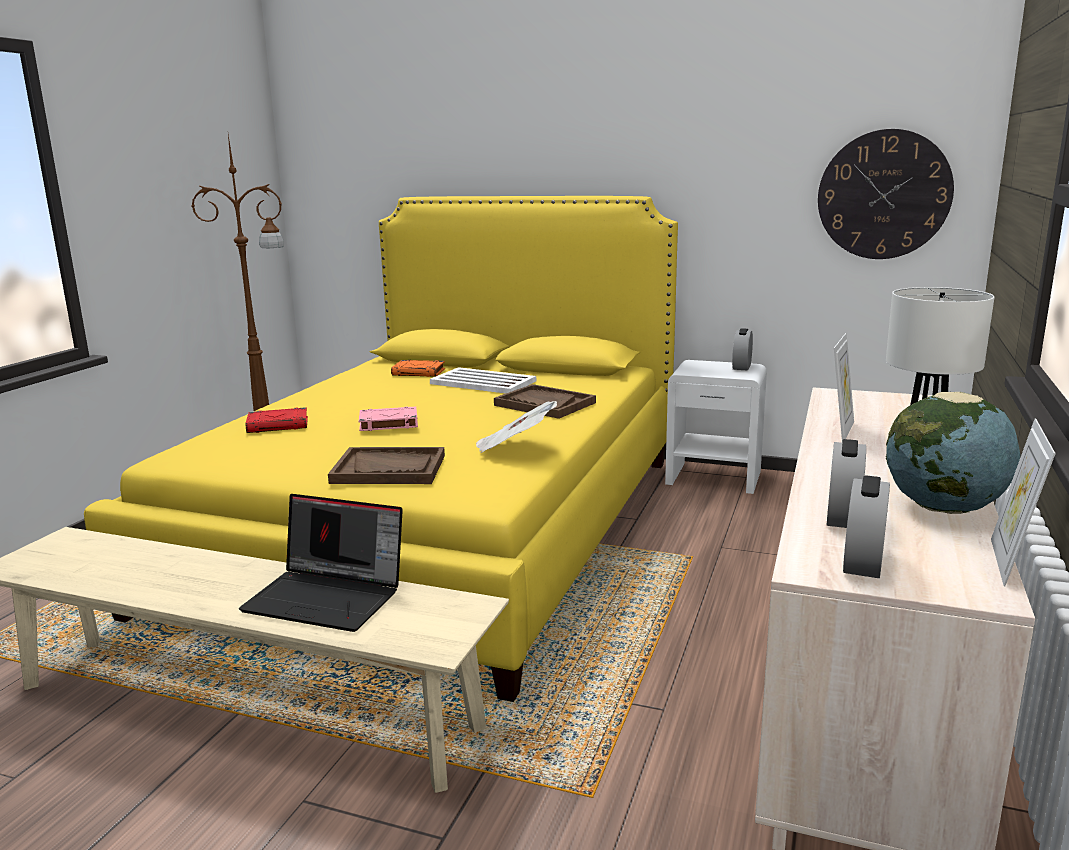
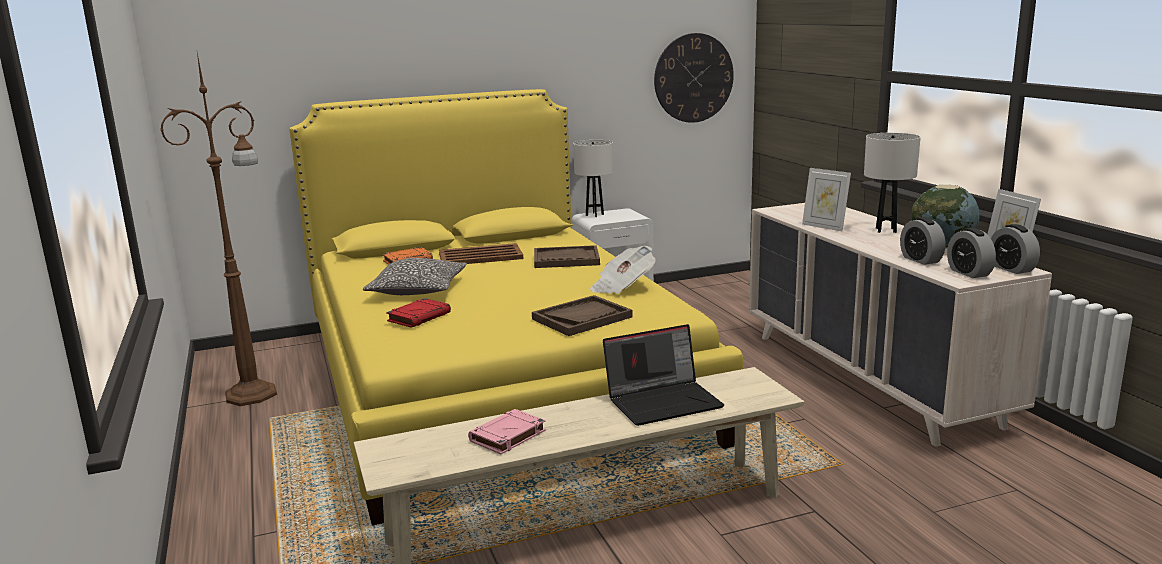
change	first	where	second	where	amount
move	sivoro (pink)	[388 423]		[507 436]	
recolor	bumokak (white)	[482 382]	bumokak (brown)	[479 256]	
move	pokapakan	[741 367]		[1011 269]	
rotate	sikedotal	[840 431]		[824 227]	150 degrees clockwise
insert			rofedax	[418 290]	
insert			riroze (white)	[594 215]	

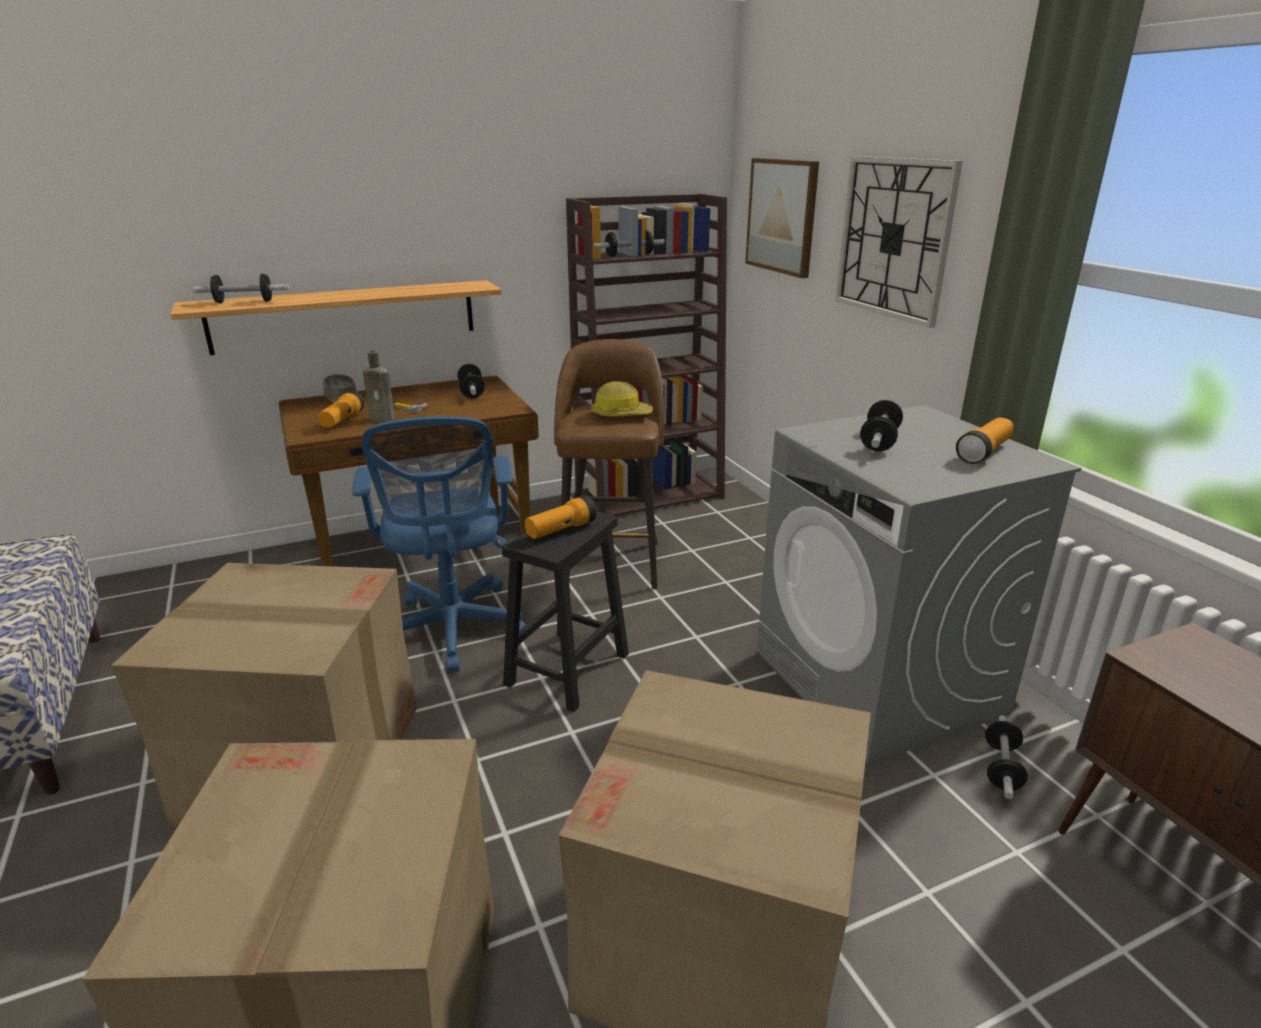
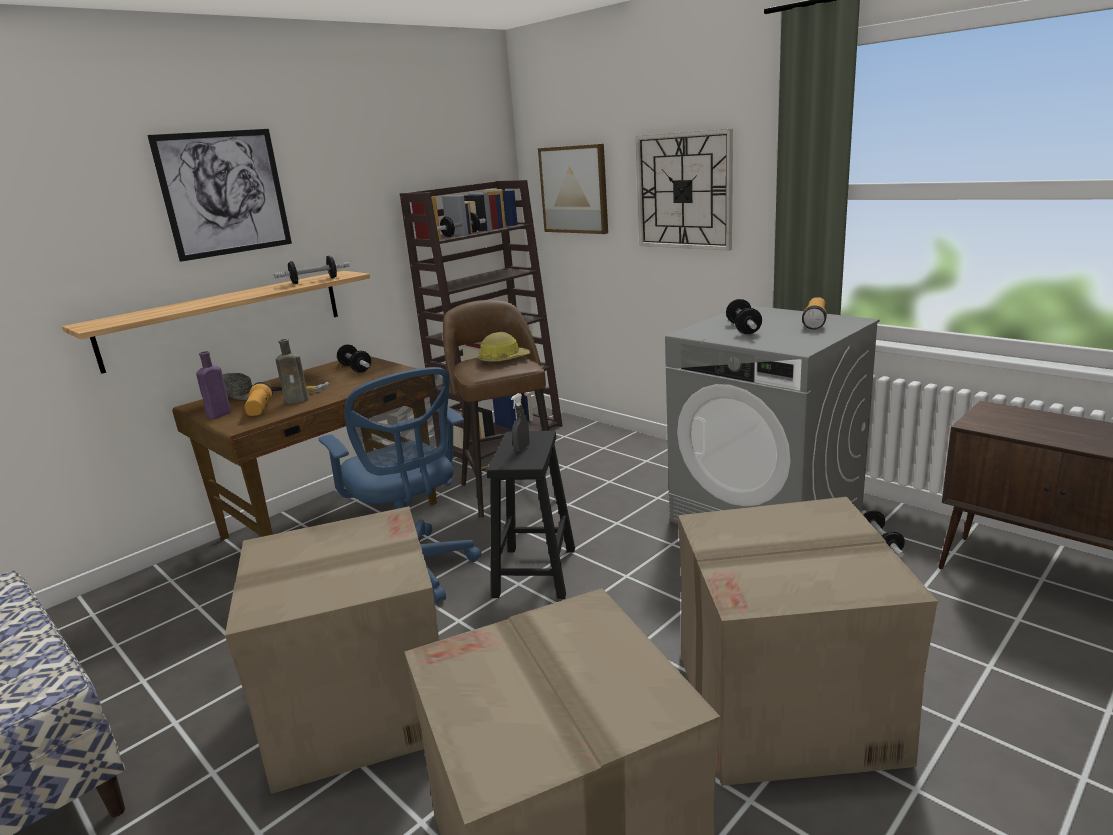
change	first	where	second	where	amount
move	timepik	[244 302]		[314 281]	
replace	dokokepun	[561 530]	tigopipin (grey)	[522 448]	
insert			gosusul	[224 193]	
insert			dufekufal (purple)	[217 415]	

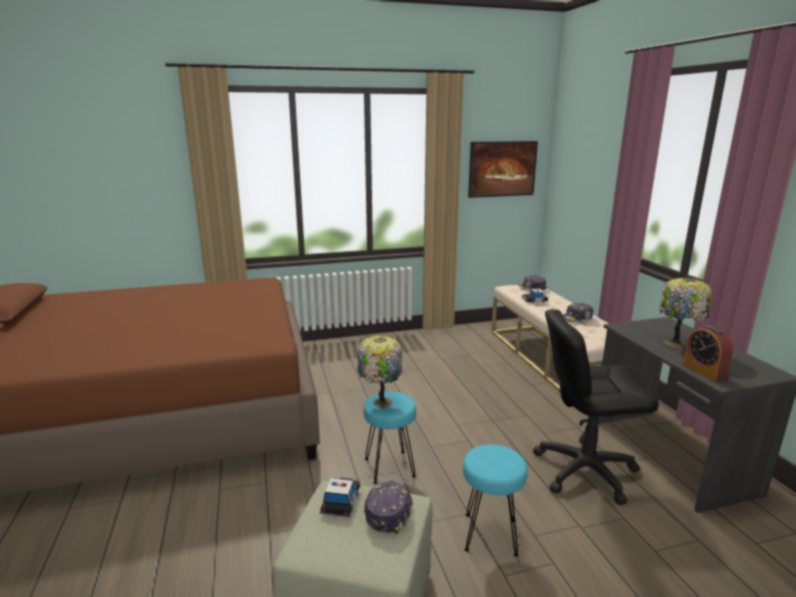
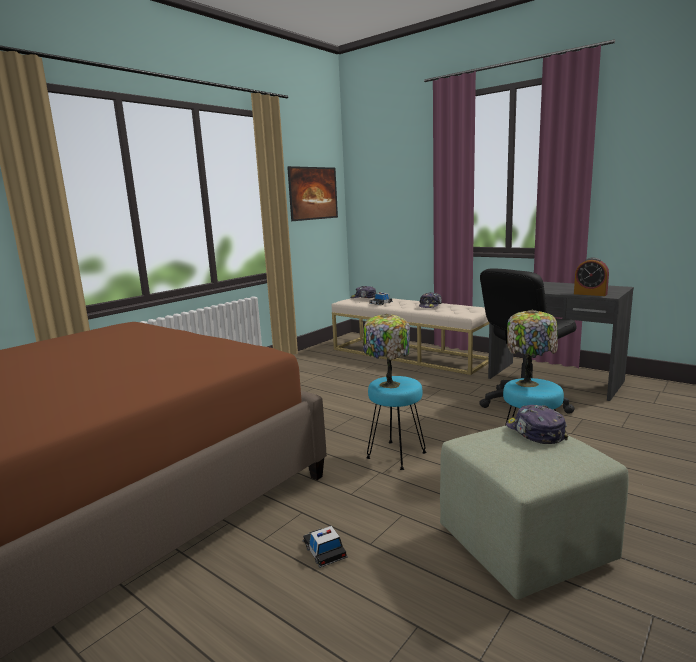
change	first	where	second	where	amount
move	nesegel	[341 501]		[324 551]	
move	riroze	[676 344]		[529 383]	

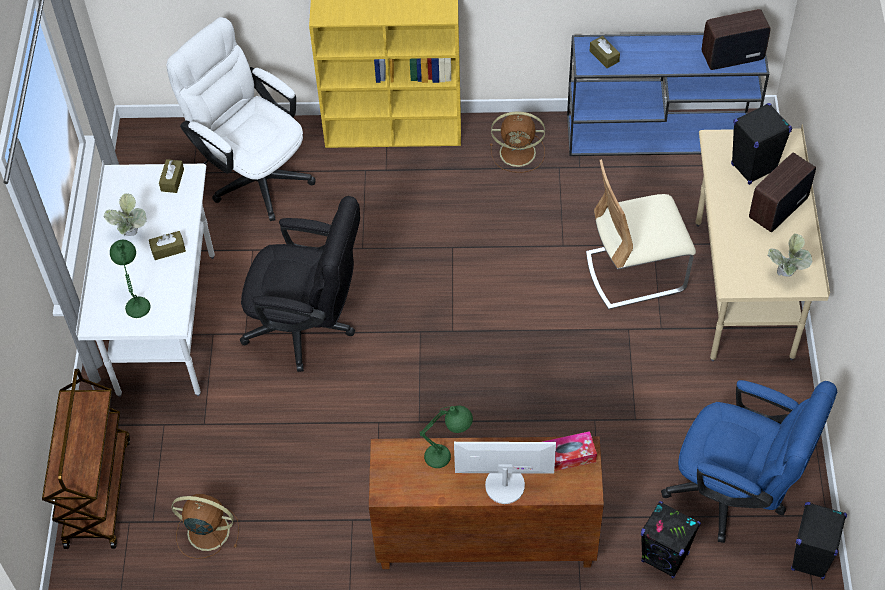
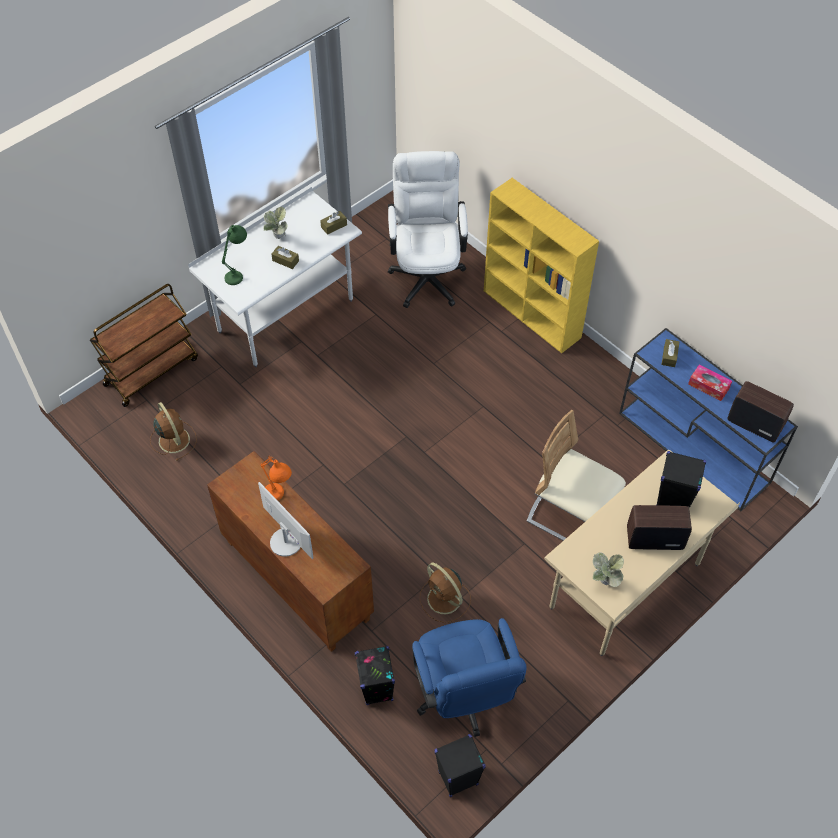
change	first	where	second	where	amount
delete	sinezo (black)	[309 327]			
recolor	riroze (green)	[449 456]	riroze (orange)	[279 498]	
move	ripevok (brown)	[519 152]		[445 600]	
move	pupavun	[568 456]		[708 386]	

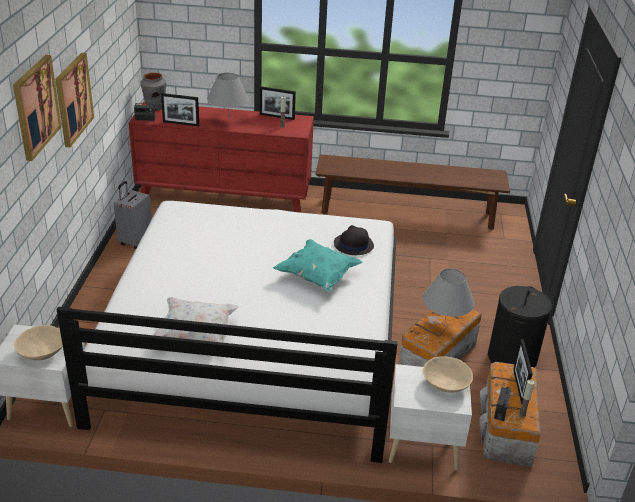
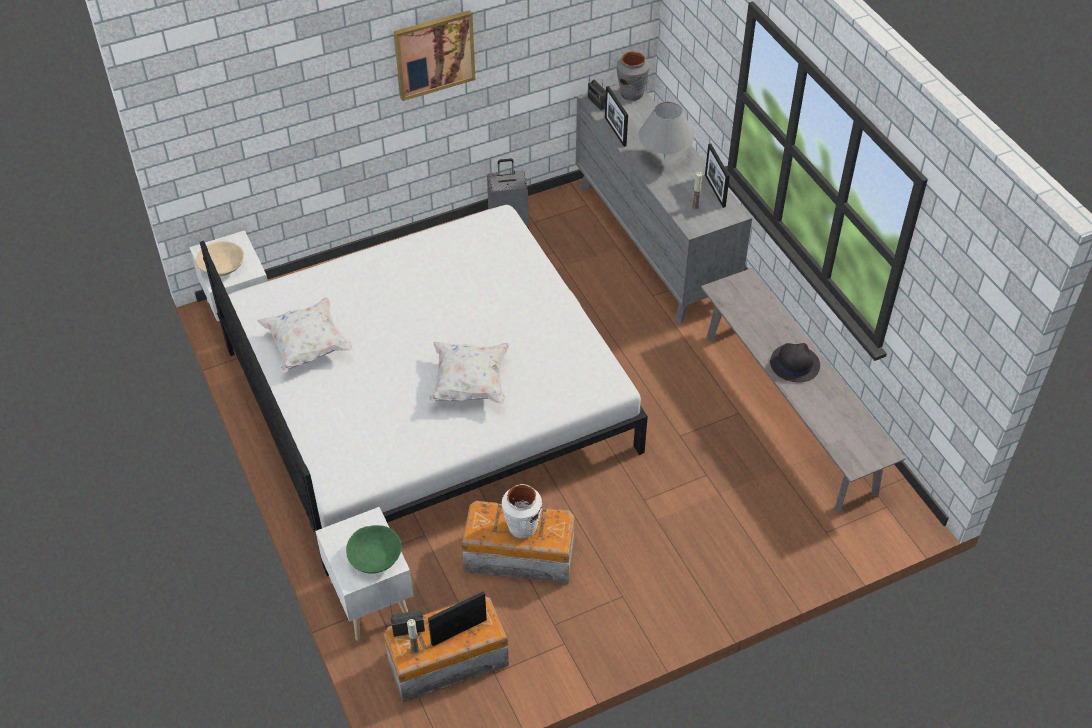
change	first	where	second	where	amount
delete	gosusul	[36 107]			
recolor	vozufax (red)	[225 198]	vozufax (grey)	[654 243]	
recolor	rofedax (turquoise)	[318 277]	rofedax (white)	[469 384]	
recolor	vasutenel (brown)	[407 213]	vasutenel (grey)	[788 412]	
move	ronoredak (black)	[353 245]		[794 364]	
recolor	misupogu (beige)	[445 384]	misupogu (green)	[375 558]	
replace	riroze (grey)	[444 322]	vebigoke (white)	[522 527]	
delete	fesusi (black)	[512 358]			

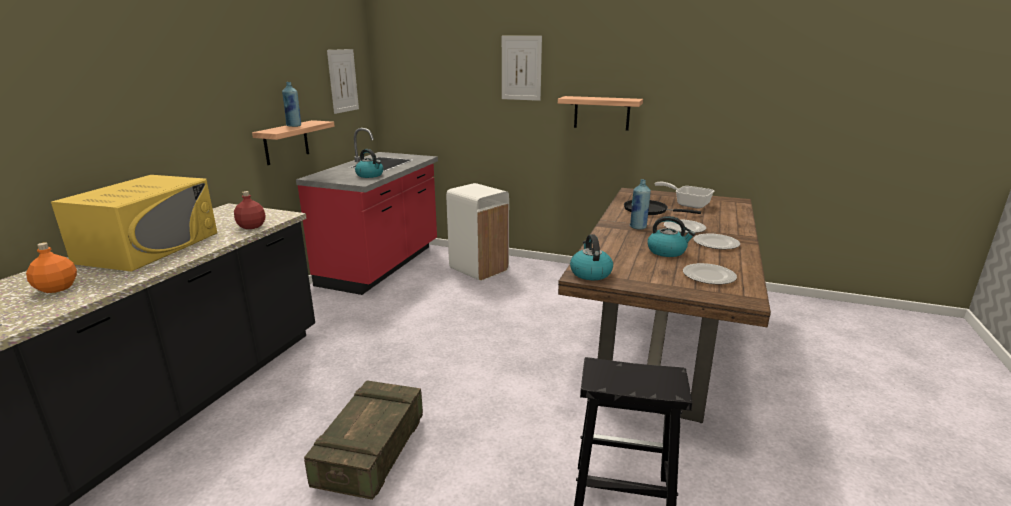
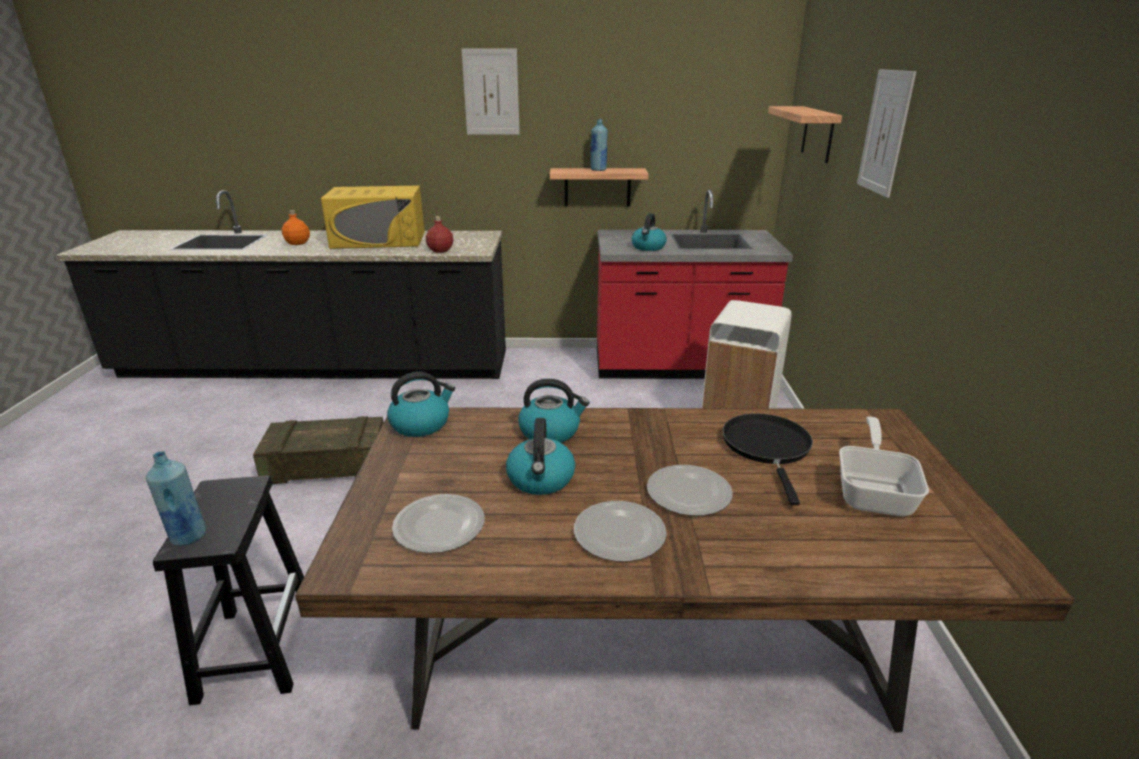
change	first	where	second	where	amount
move	gosusul	[343 81]		[491 92]	
move	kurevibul	[601 113]		[817 134]	
move	dufekufal (blue)	[638 227]		[188 536]	
insert			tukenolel	[550 431]	

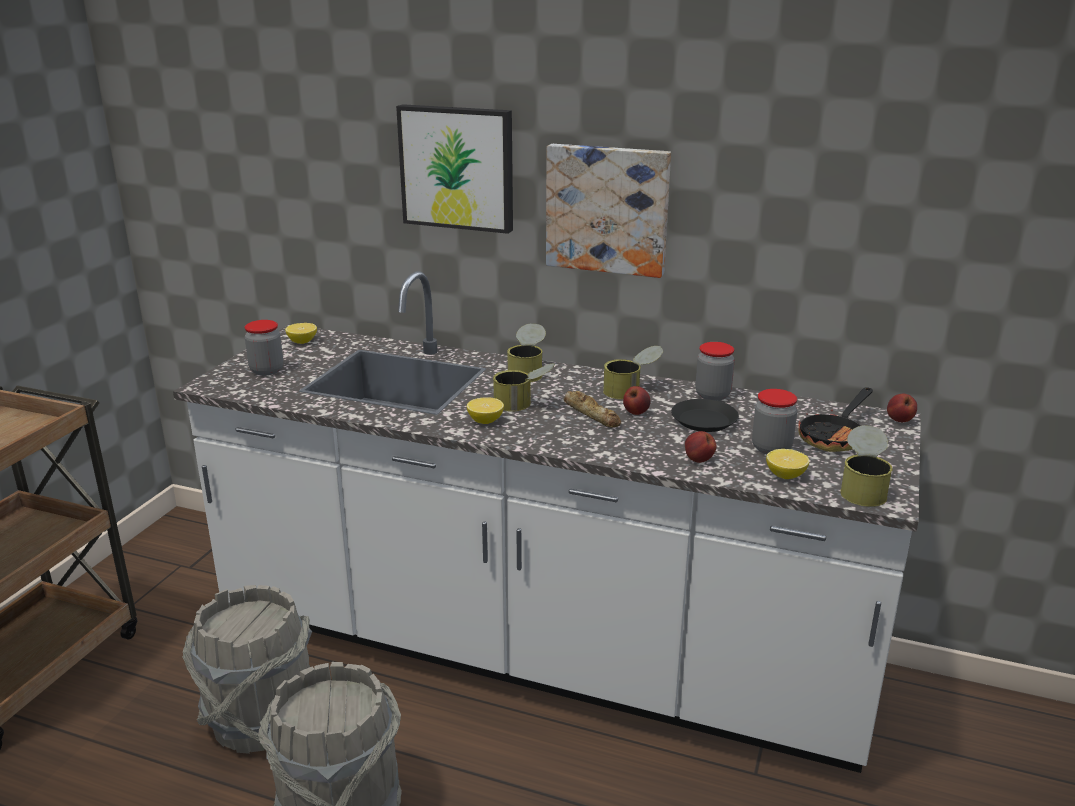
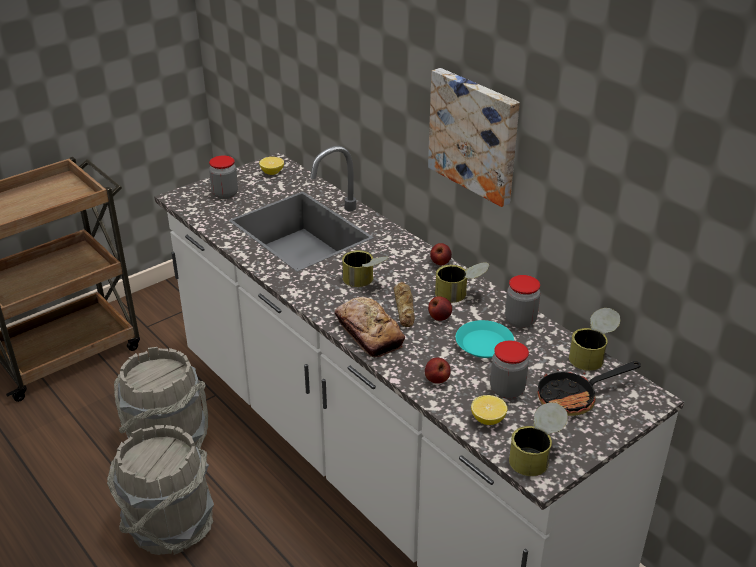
change	first	where	second	where	amount
delete	gosusul	[458 167]			
delete	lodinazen	[485 421]			
move	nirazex	[527 371]		[592 354]	
recolor	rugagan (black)	[704 421]	rugagan (turquoise)	[484 344]	
move	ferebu	[899 420]		[440 263]	
insert			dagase	[369 333]	

